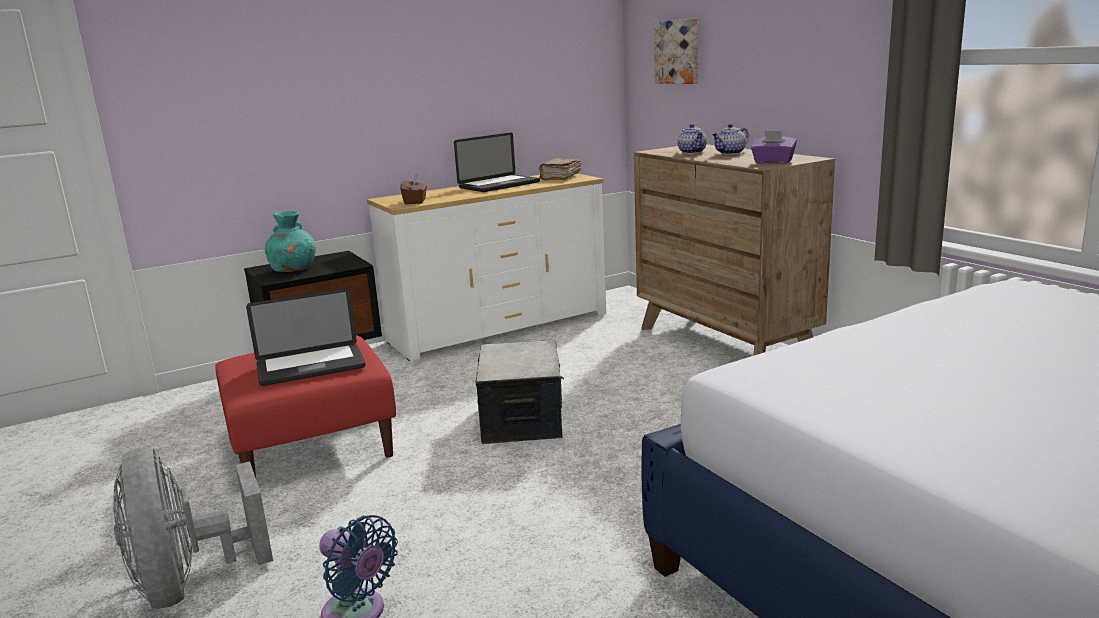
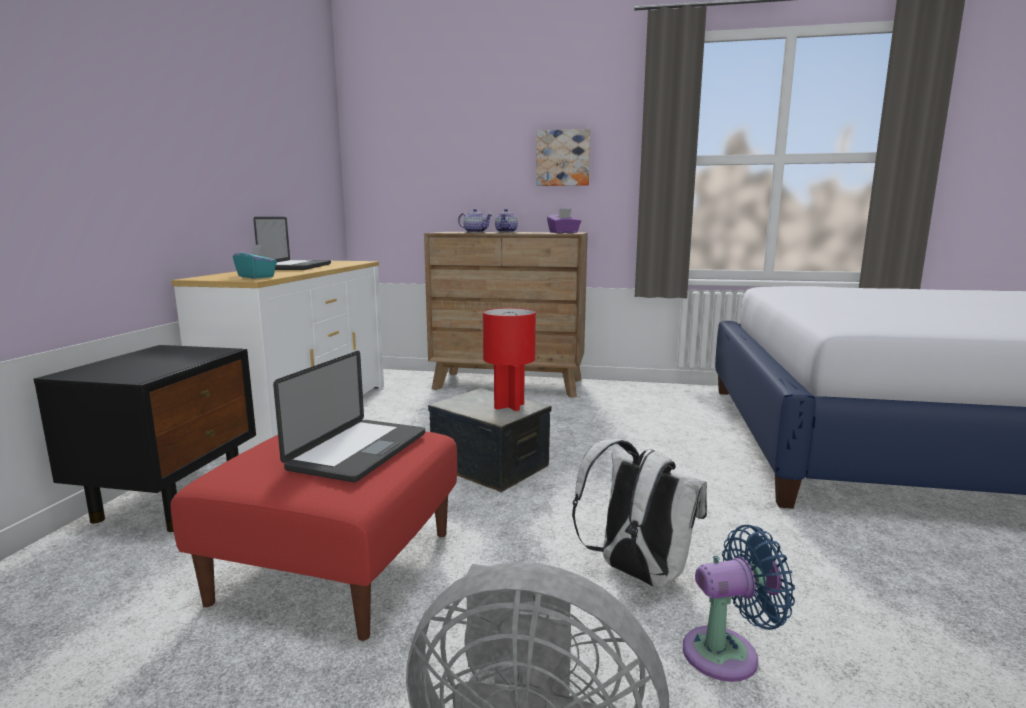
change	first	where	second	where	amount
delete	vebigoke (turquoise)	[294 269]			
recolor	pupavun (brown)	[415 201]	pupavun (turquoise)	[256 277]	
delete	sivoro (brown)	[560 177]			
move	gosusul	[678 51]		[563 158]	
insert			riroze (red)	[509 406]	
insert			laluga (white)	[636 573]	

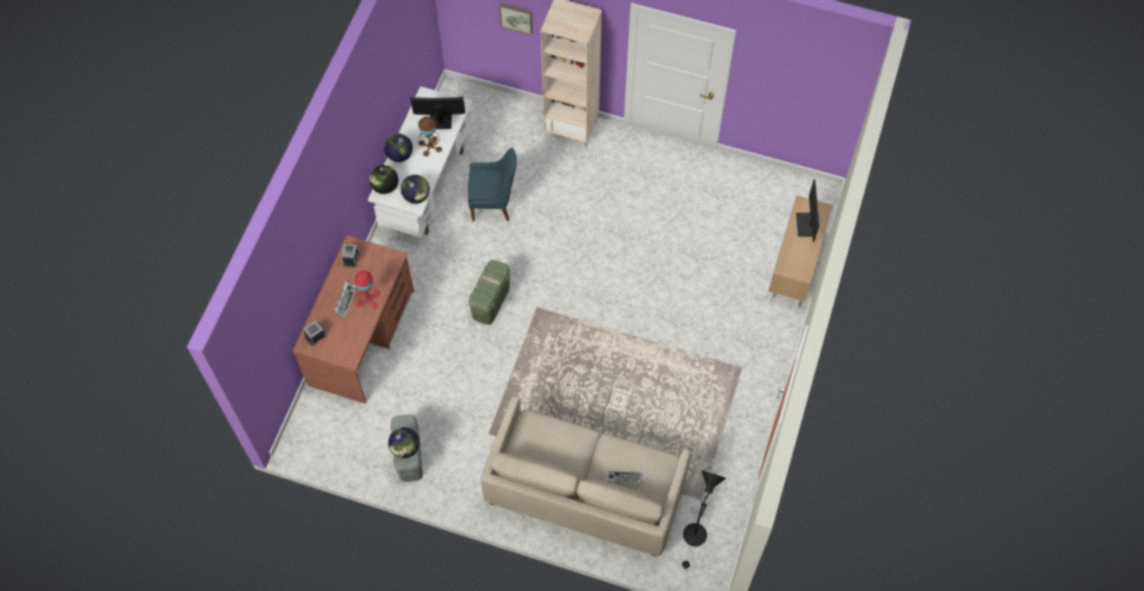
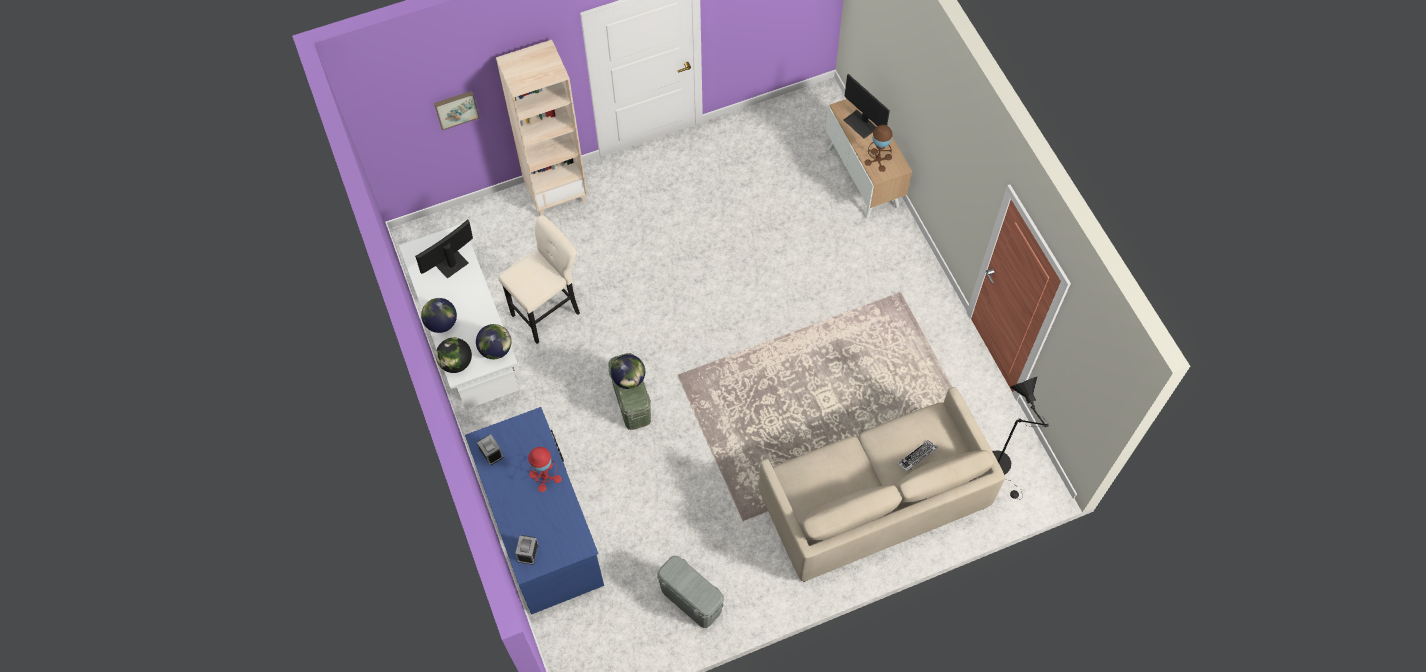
change	first	where	second	where	amount
recolor	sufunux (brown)	[362 337]	sufunux (blue)	[541 528]	
delete	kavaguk	[345 300]			
move	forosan	[405 448]		[629 379]	
move	riroze (brown)	[430 146]		[878 160]	
replace	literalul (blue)	[493 203]	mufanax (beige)	[548 312]	

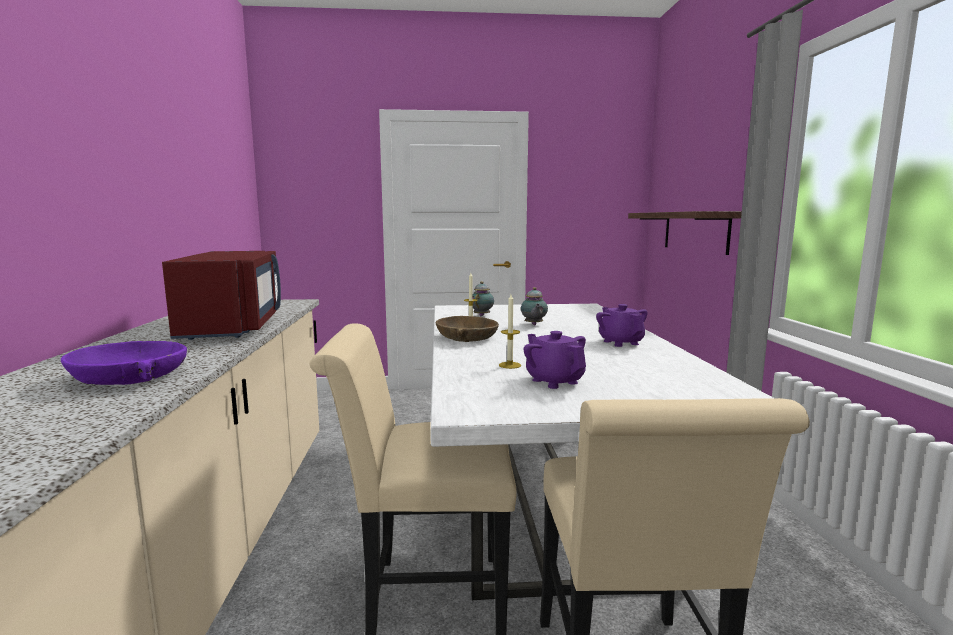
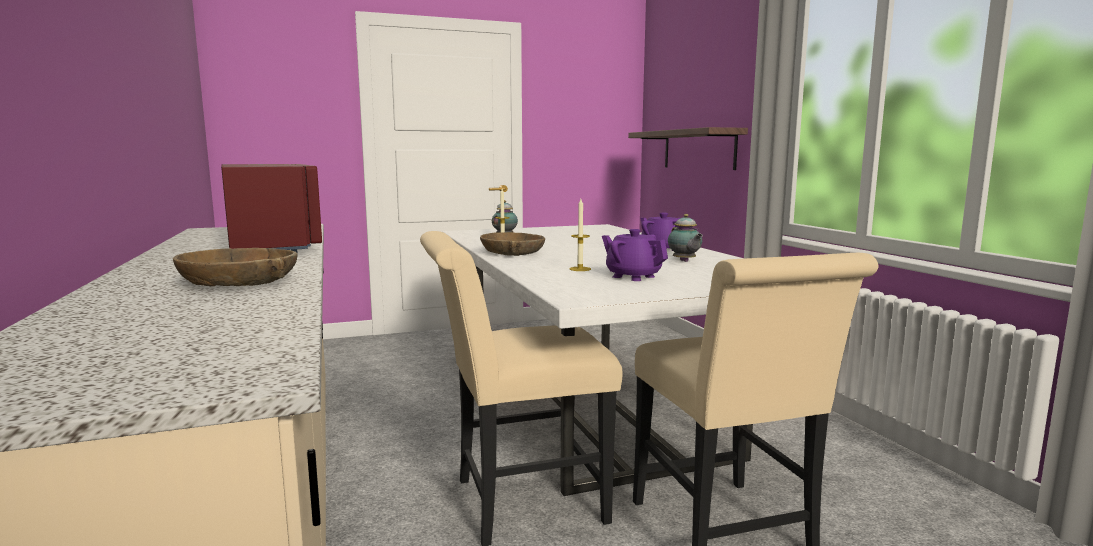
change	first	where	second	where	amount
recolor	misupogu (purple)	[130 377]	misupogu (brown)	[241 282]	
move	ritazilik	[533 325]		[684 261]	

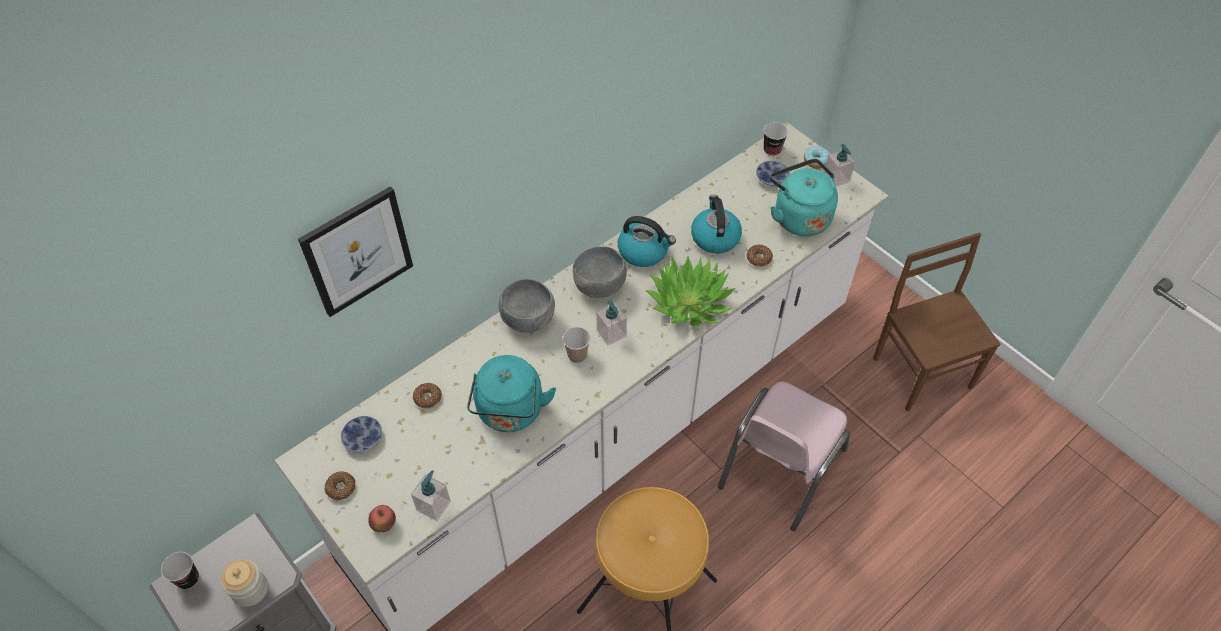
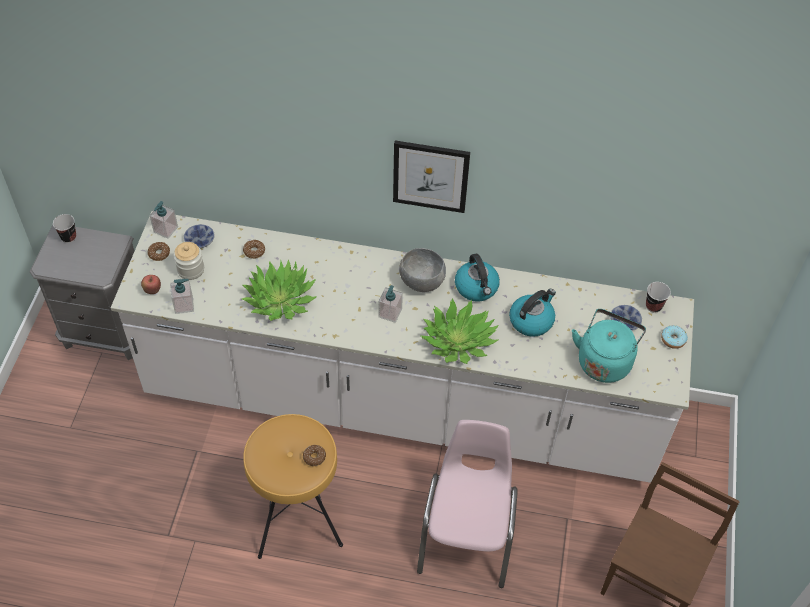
change	first	where	second	where	amount
move	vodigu	[250 589]		[190 269]	
move	gosusul	[357 251]		[430 176]	
replace	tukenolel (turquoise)	[510 413]	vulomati	[280 299]	
delete	misupogu (grey)	[528 320]			
delete	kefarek	[577 355]			
rotate	literalul (pink)	[780 468]		[468 533]	105 degrees clockwise
move	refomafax	[759 258]		[314 457]	
move	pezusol	[836 178]		[165 229]	

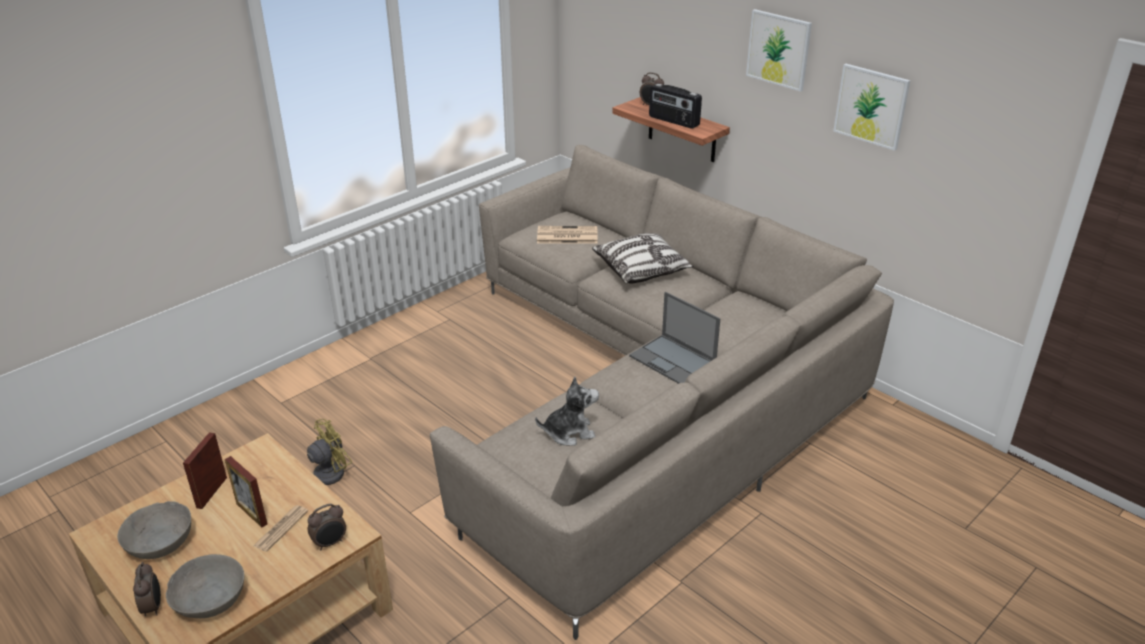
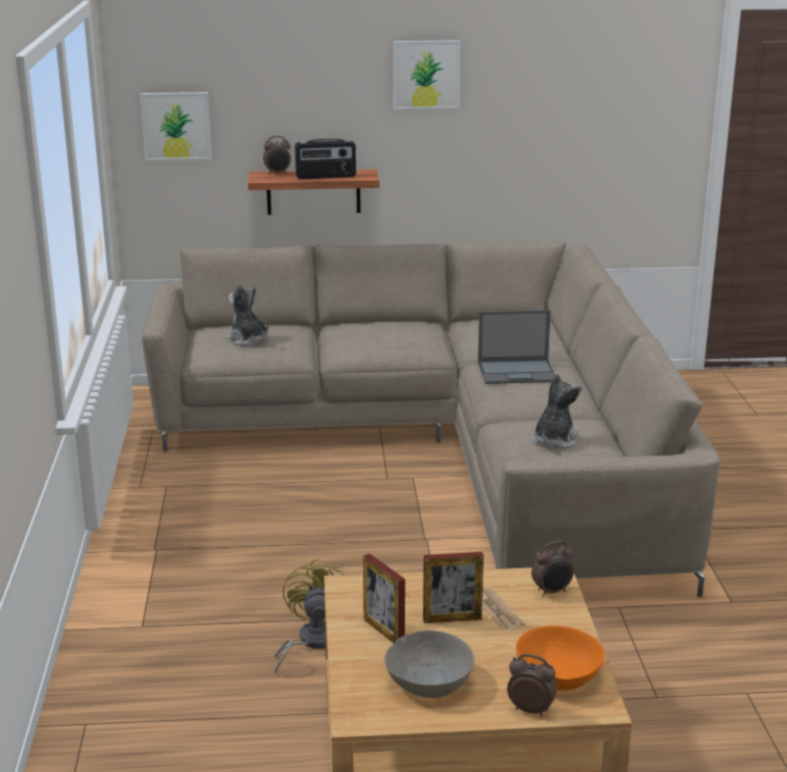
change	first	where	second	where	amount
recolor	misupogu (grey)	[210 600]	misupogu (orange)	[559 674]	
rotate	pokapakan	[330 543]		[552 592]	60 degrees clockwise
replace	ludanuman	[566 236]	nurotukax	[248 340]	
delete	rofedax	[641 269]			
move	gosusul	[871 106]		[176 126]	

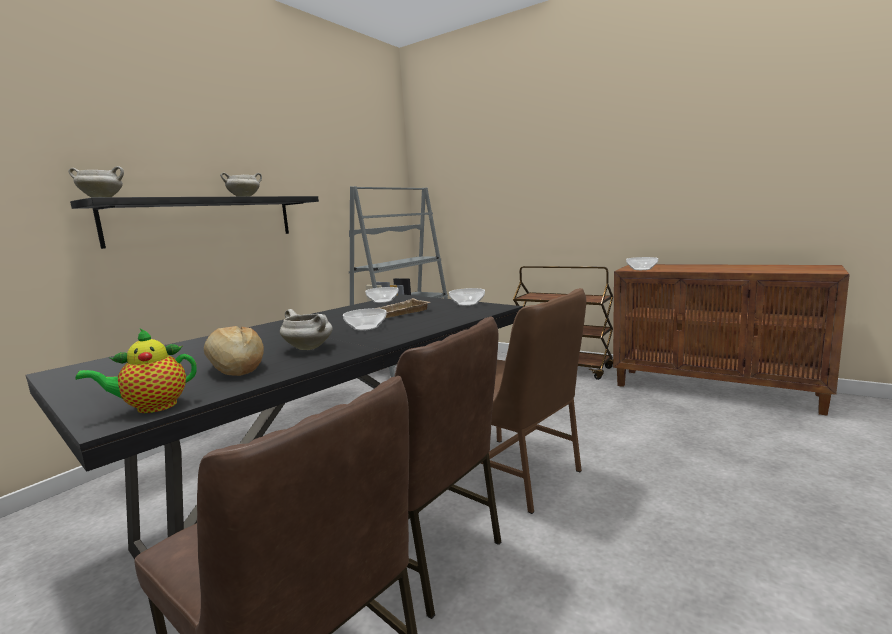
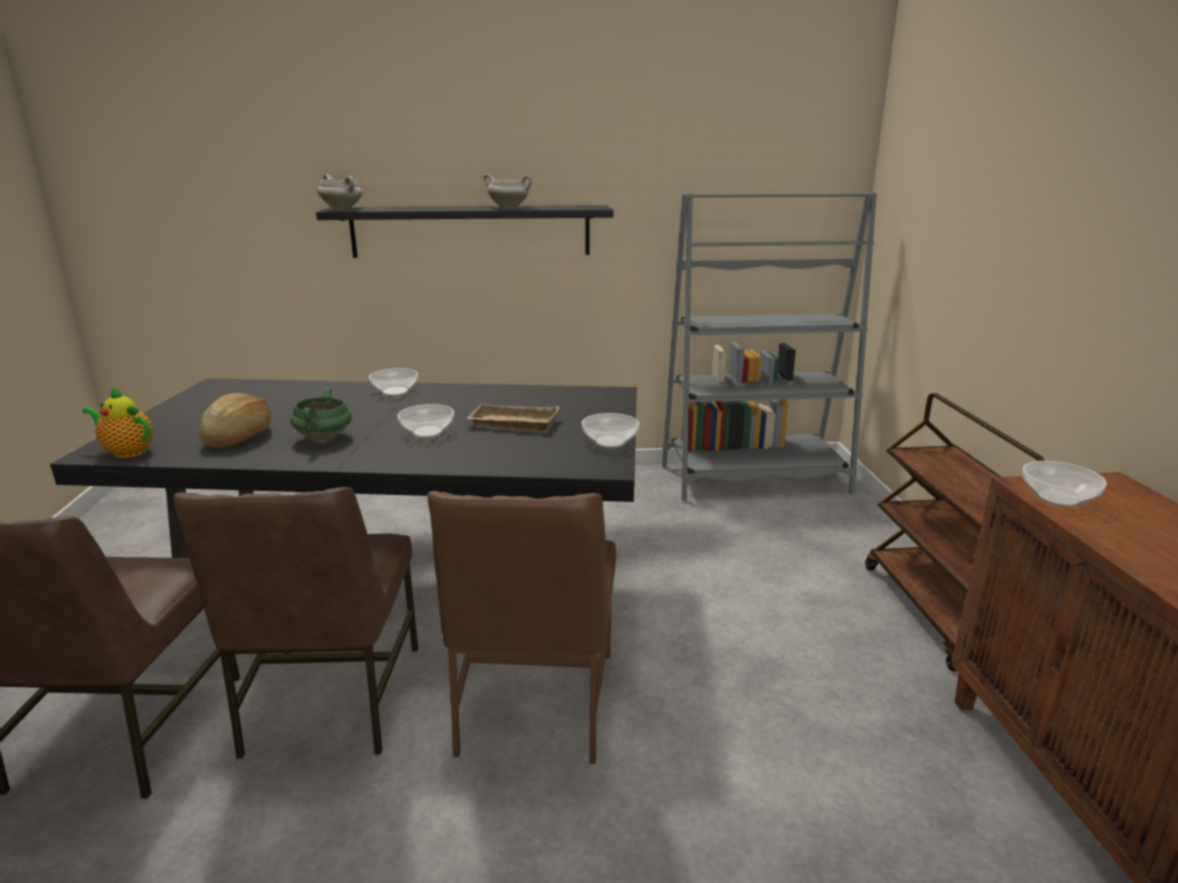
change	first	where	second	where	amount
recolor	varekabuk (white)	[310 348]	varekabuk (green)	[324 438]	
move	misupogu	[382 301]		[394 391]	

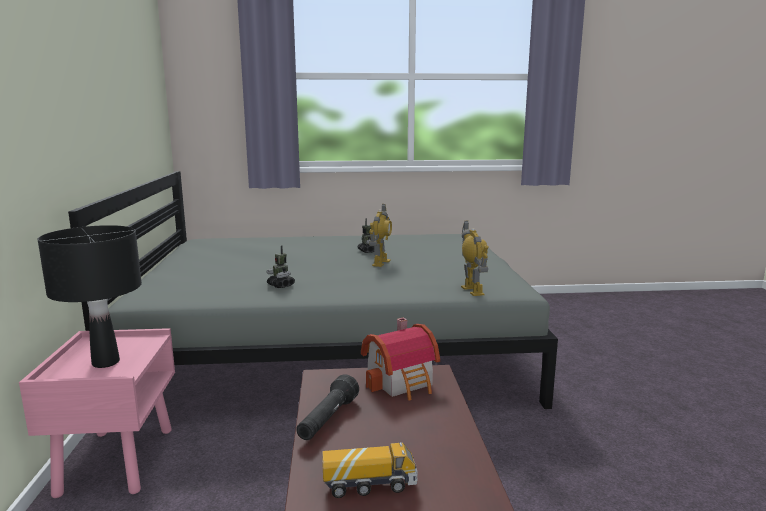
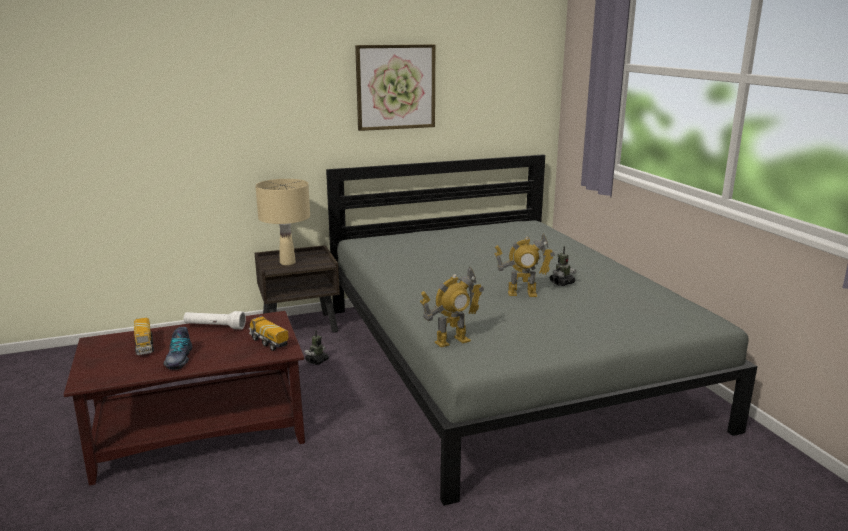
change	first	where	second	where	amount
recolor	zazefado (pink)	[117 460]	zazefado (brown)	[300 327]	
recolor	riroze (black)	[106 362]	riroze (beige)	[288 263]	
move	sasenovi	[281 285]		[317 361]	
recolor	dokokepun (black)	[327 420]	dokokepun (white)	[215 327]	
replace	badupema	[403 382]	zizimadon	[268 342]	
insert			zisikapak	[178 358]	
insert			gosusul	[395 87]	

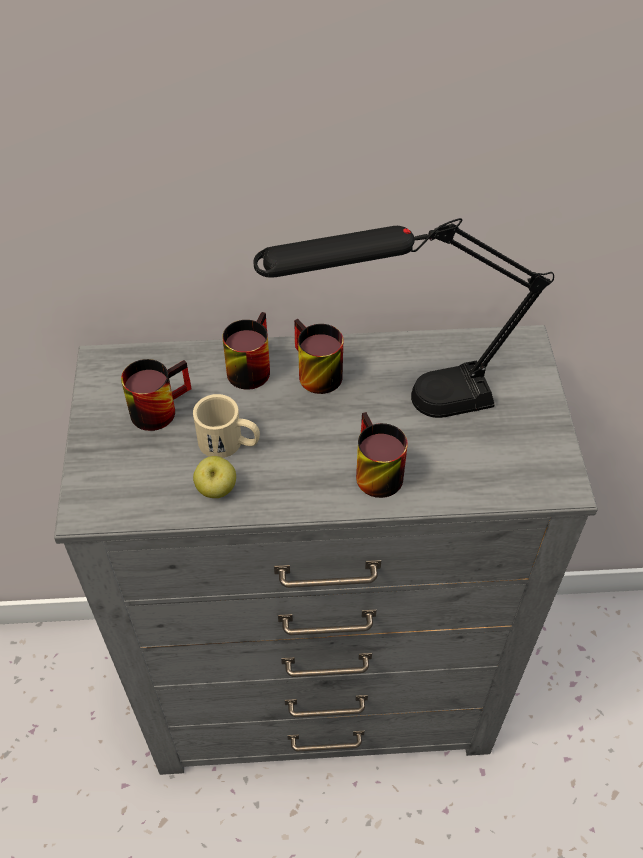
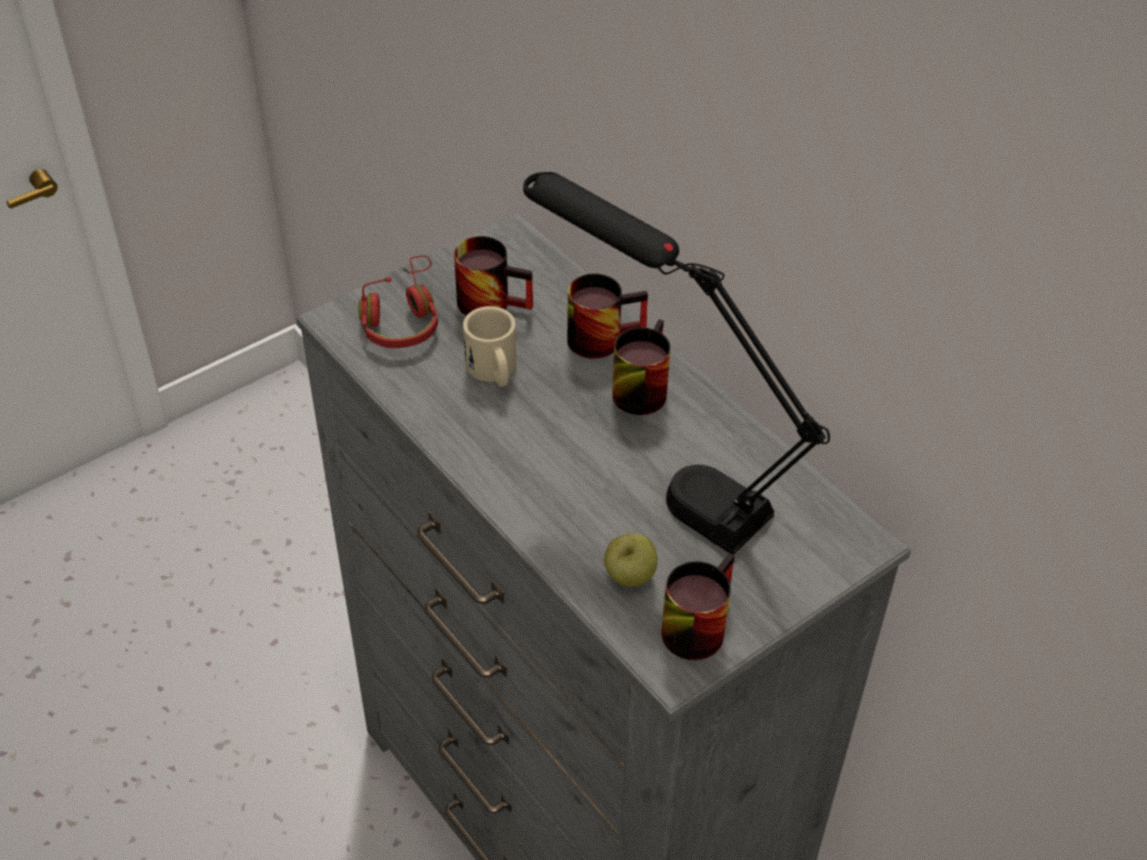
change	first	where	second	where	amount
move	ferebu	[216 489]		[630 576]	
move	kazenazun	[372 472]		[694 623]	
insert			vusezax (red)	[402 318]	

